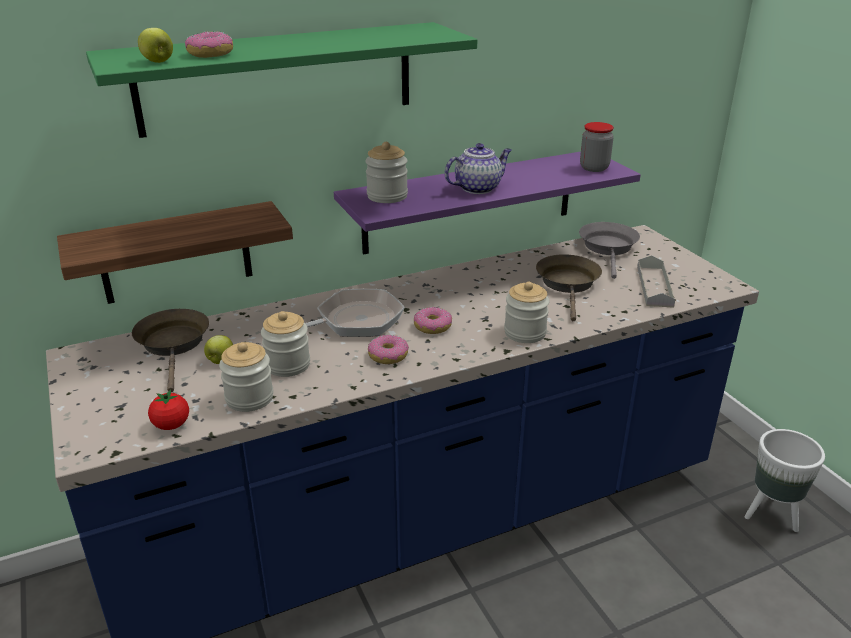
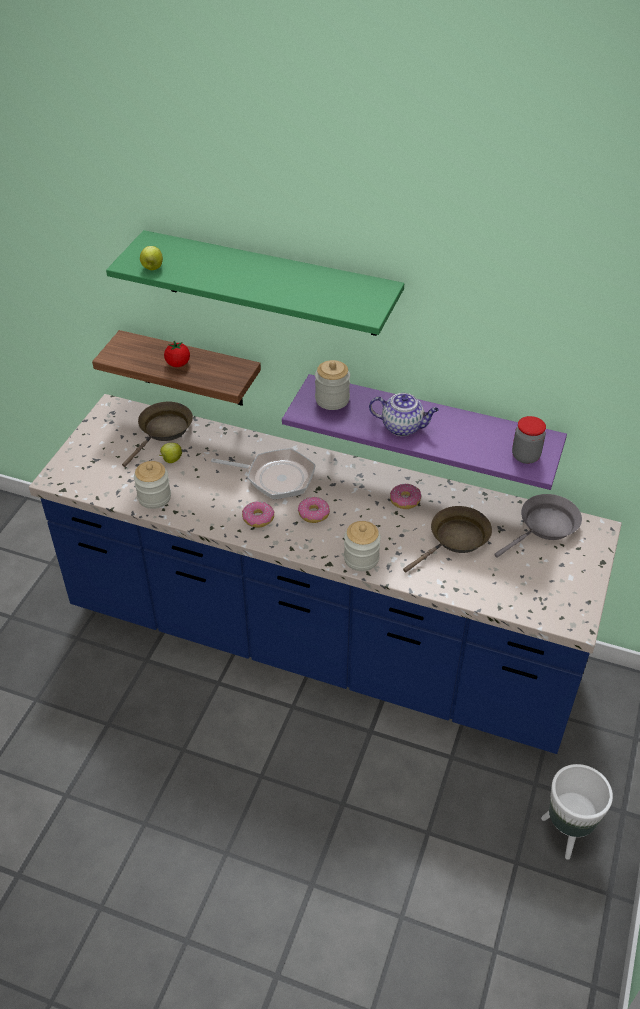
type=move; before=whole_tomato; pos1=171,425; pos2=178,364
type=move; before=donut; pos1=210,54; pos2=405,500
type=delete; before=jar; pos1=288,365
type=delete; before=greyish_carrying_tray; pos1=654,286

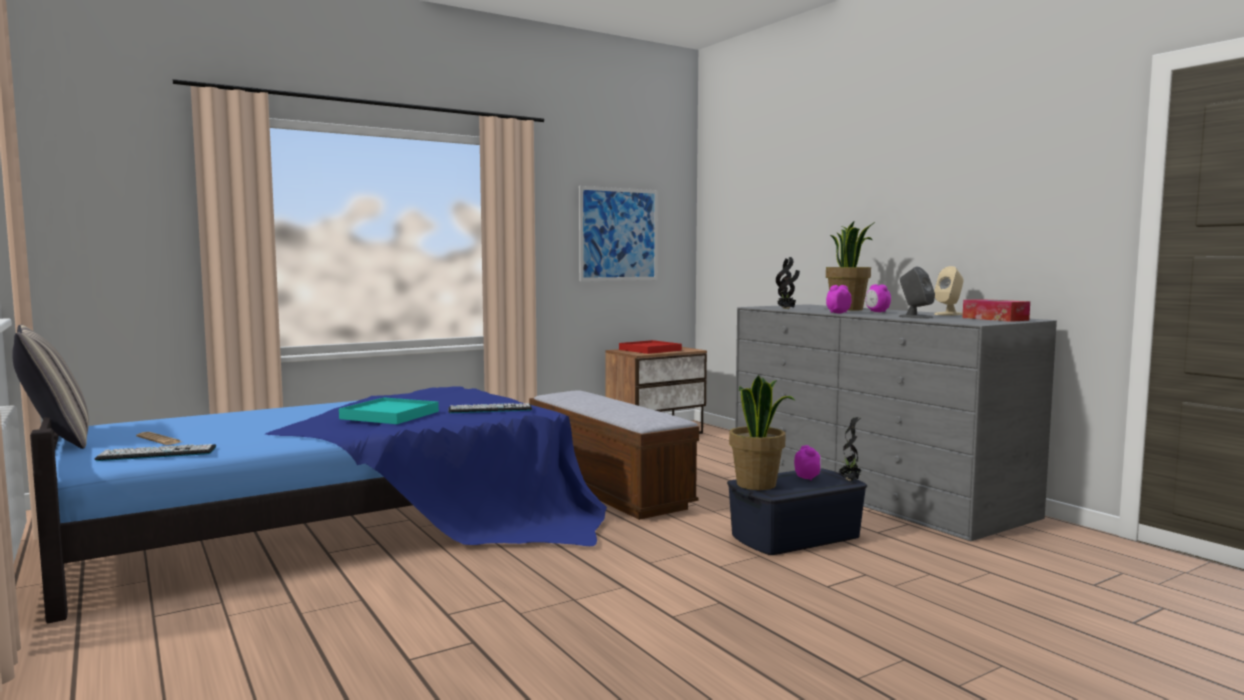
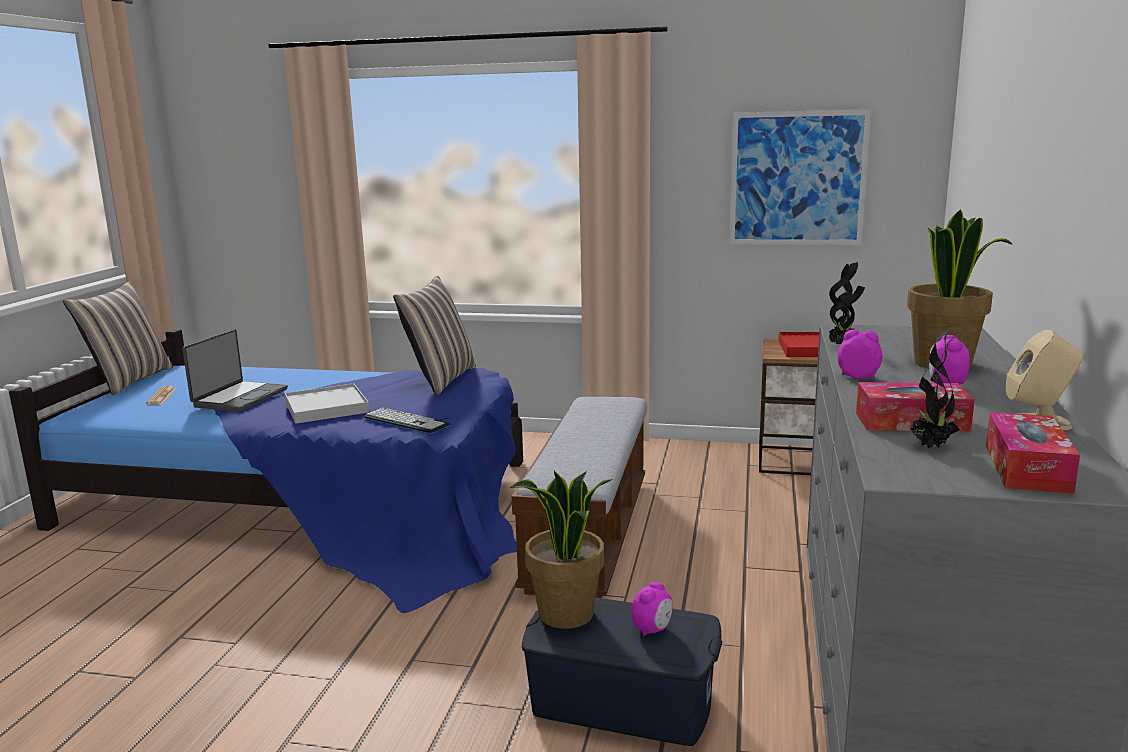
type=delete; before=keyboard; pos1=157,454
type=recolor; before=blue-green_carrying_tray; after=white_carrying_tray; pos1=390,415; pos2=327,407
type=move; before=houseplant; pos1=850,481; pos2=930,447
type=replace; before=greyish_loudspeaker; after=tissue_holder; pos1=915,317; pos2=911,422
type=insert; after=laptop; pos2=239,398
type=insert; after=pillow; pos2=440,379

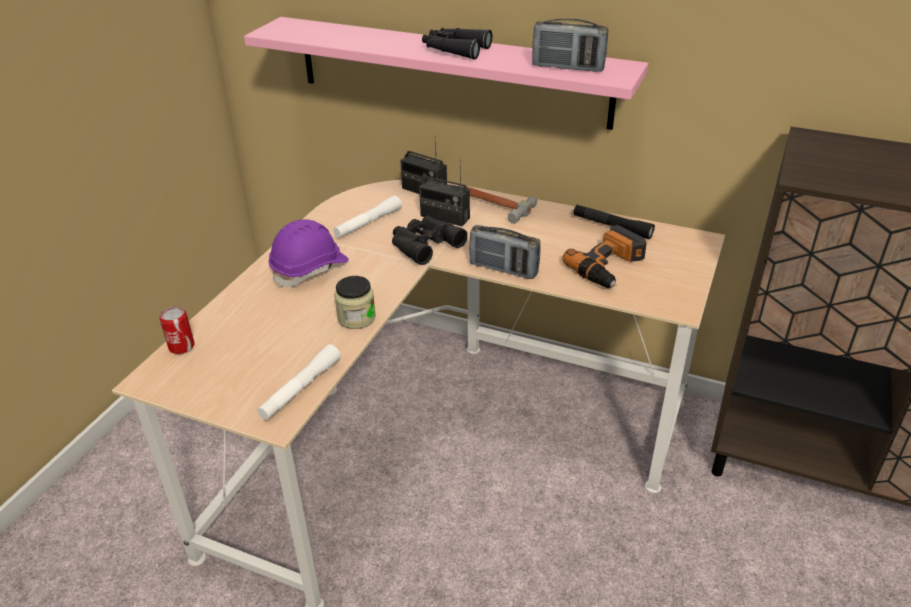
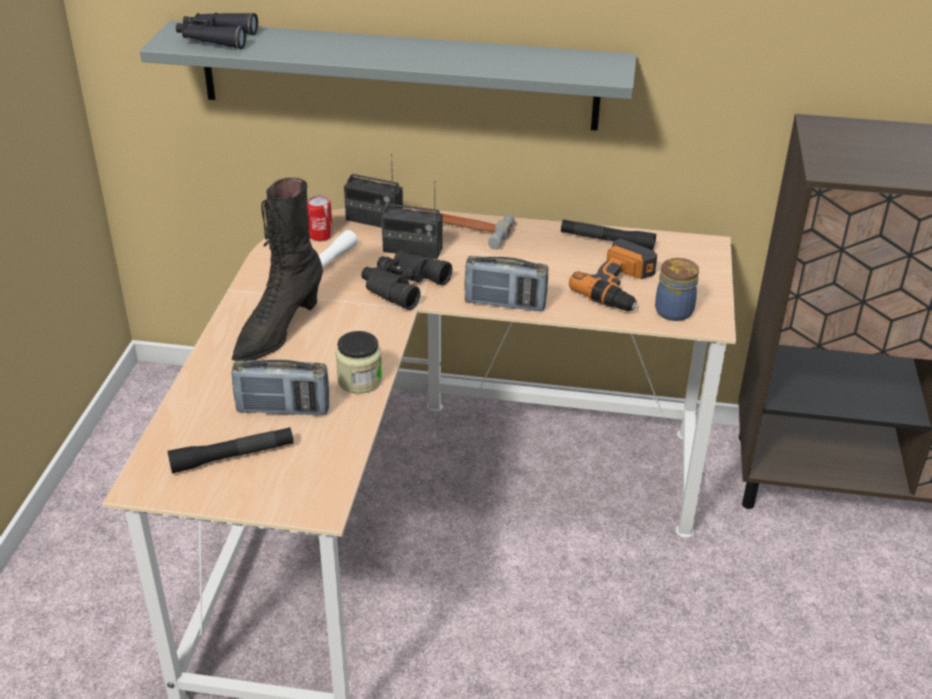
type=move; before=can; pos1=181,346; pos2=320,235
type=recolor; before=pink_wall_shelf; after=greyish_wall_shelf; pos1=450,71; pos2=398,75
type=delete; before=white_hand_torch; pos1=300,389
type=replace; before=purple-coloured_hard_hat; after=black_boot; pos1=310,269; pos2=278,331
type=move; before=black_binoculars; pos1=454,50; pos2=216,38
type=move; before=radio_set; pos1=567,67; pos2=283,409
type=insert; after=black_hand_torch; pos2=232,457
type=insert; after=jar; pos2=674,310

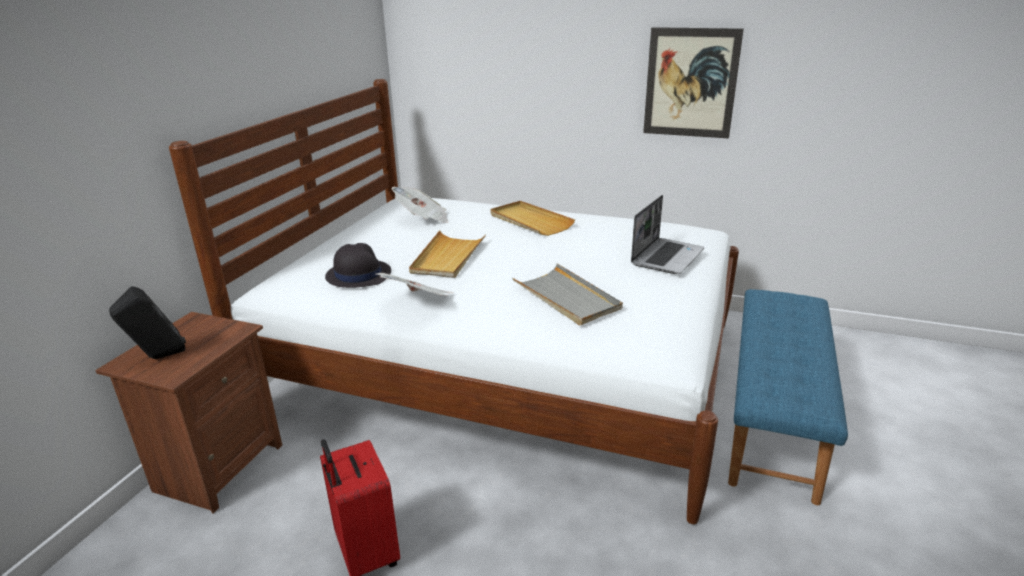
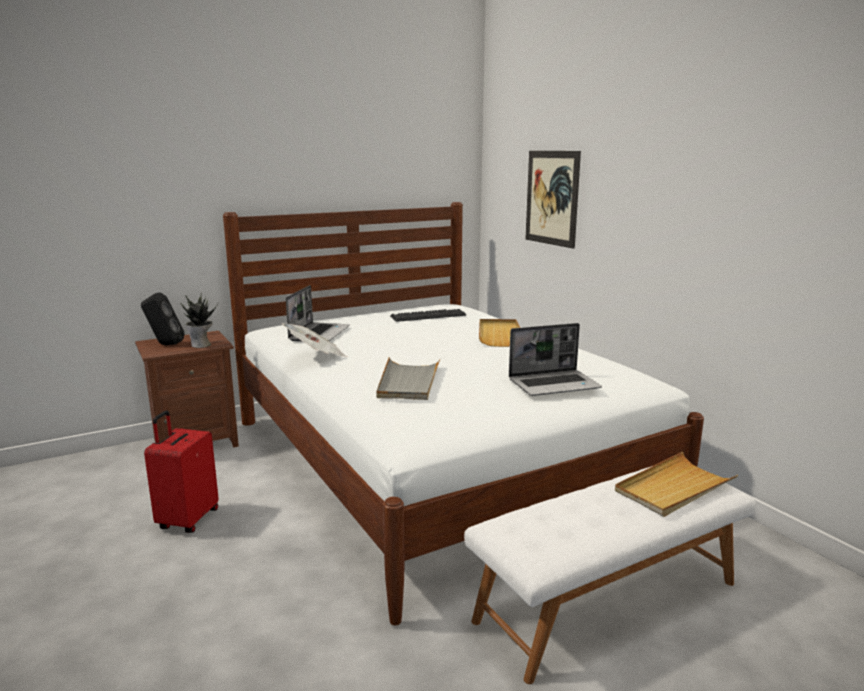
type=replace; before=black_hat; after=laptop; pos1=358,274; pos2=319,333
type=replace; before=daily_paper; after=keyboard; pos1=423,219; pos2=428,316
type=move; before=beige_carrying_tray; pos1=448,257; pos2=673,488
type=move; before=picture; pos1=690,83; pos2=552,198
type=recolor; before=blue_bench; after=white_bench; pos1=772,417; pos2=607,600
type=insert; after=houseplant; pos2=201,345

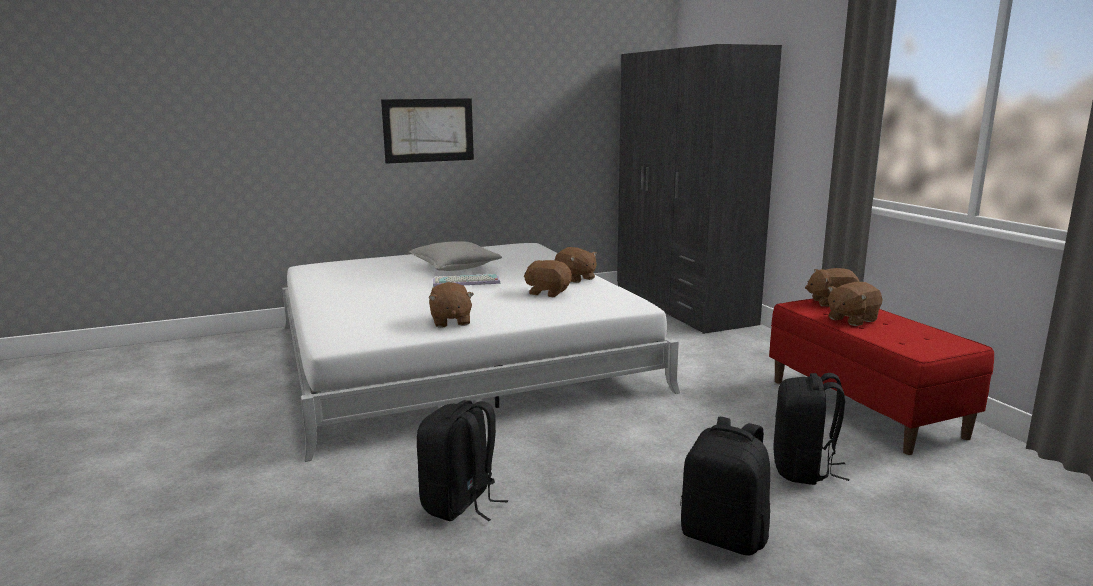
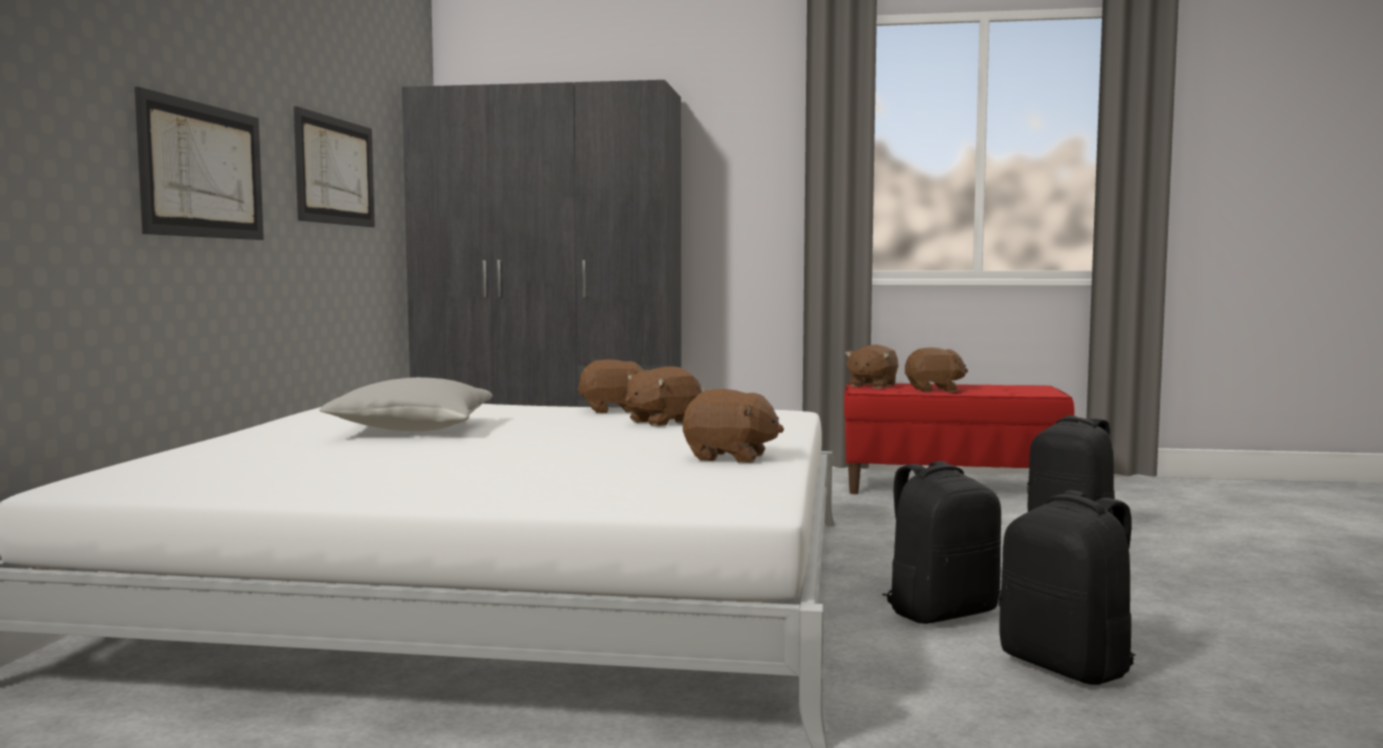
type=delete; before=keyboard; pos1=465,282
type=move; before=black_backpack; pos1=724,536; pos2=940,612
type=rotate; before=brownish_soft_toy; pos1=851,319; pos2=934,390; turn=-90
type=insert; after=picture; pos2=336,171

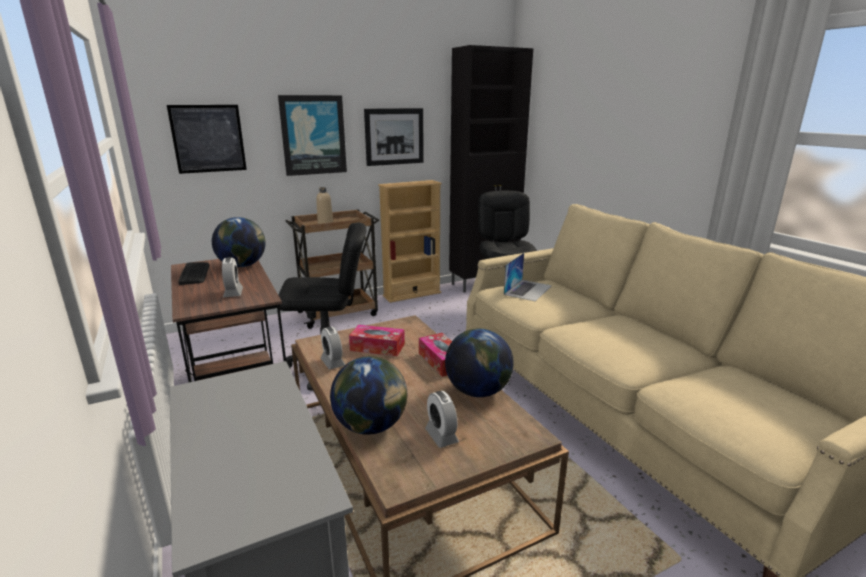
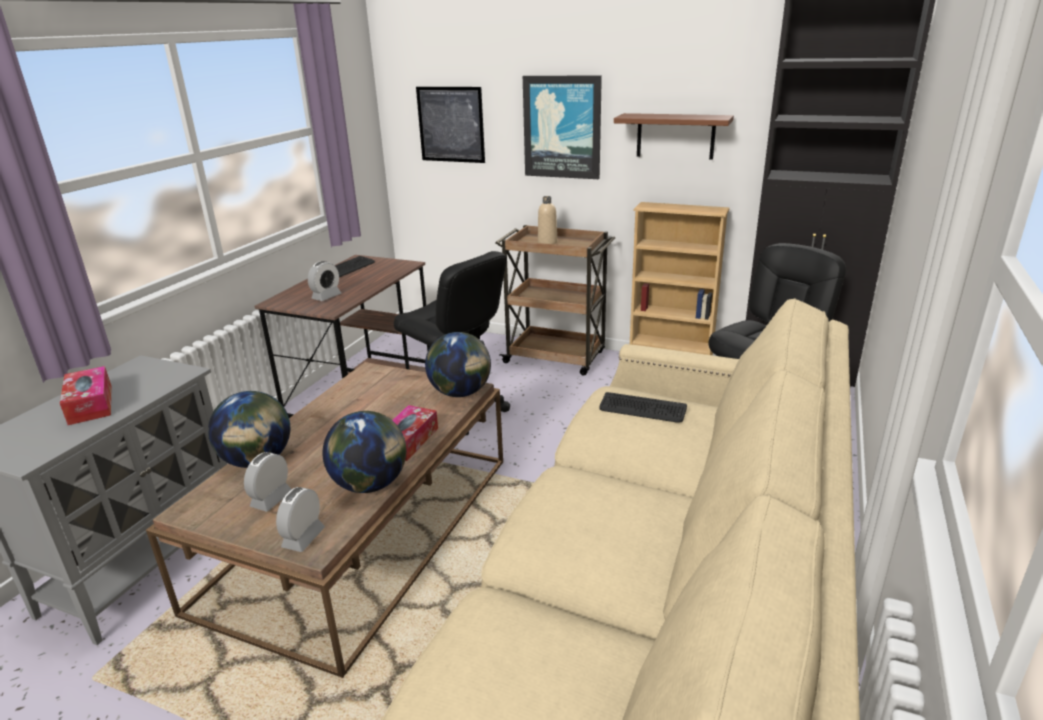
type=move; before=world_globe; pos1=243,265; pos2=460,393
type=move; before=bedside_clock; pos1=333,362; pos2=303,538
type=move; before=tissue_holder; pos1=377,347; pos2=90,404
type=replace; before=picture; after=brownish_wall_shelf; pos1=394,136; pos2=675,136
type=replace; before=laptop; after=keyboard; pos1=528,290; pos2=642,409

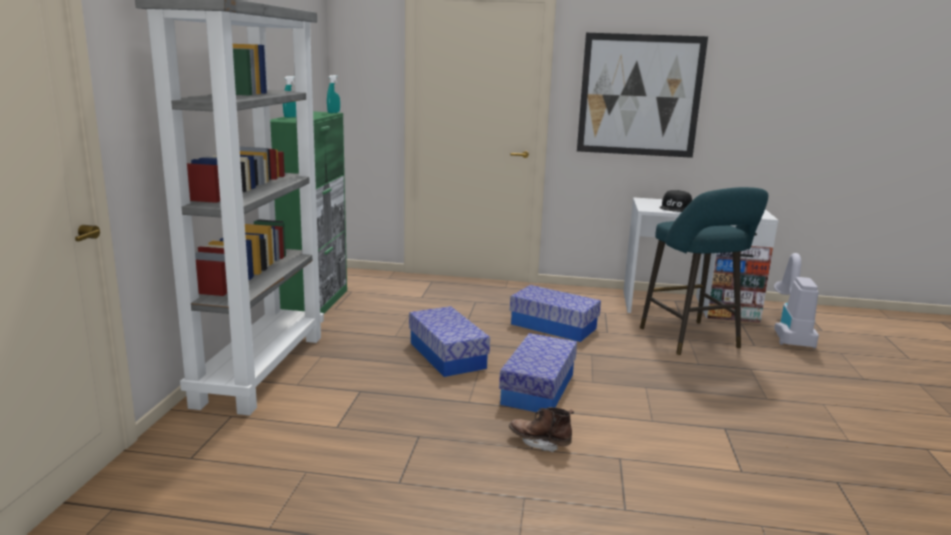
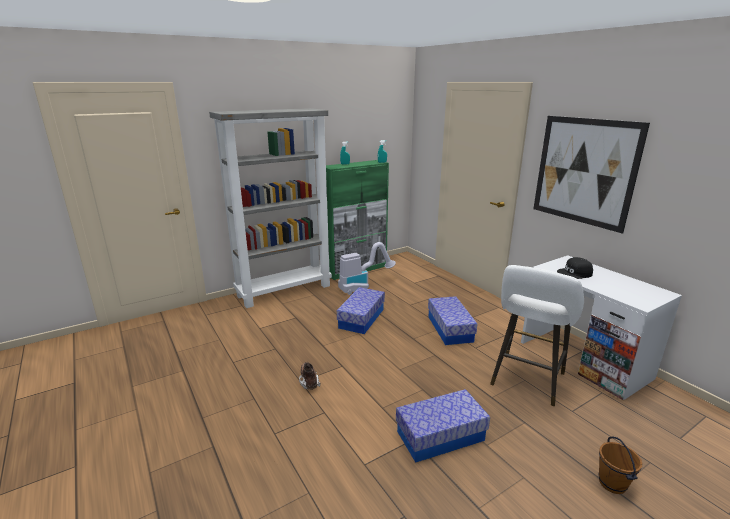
type=move; before=storage_container; pos1=538,388; pos2=440,436
type=recolor; before=blue-green_stool; after=white_stool; pos1=692,340; pos2=526,381
type=move; before=hoover; pos1=789,333; pos2=363,286
type=insert; after=brownish_water_bucket; pos2=612,483

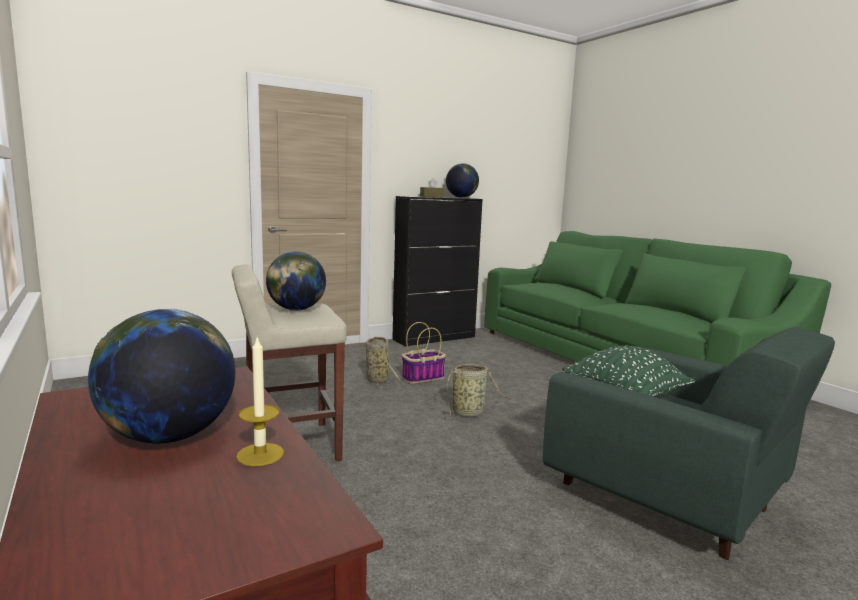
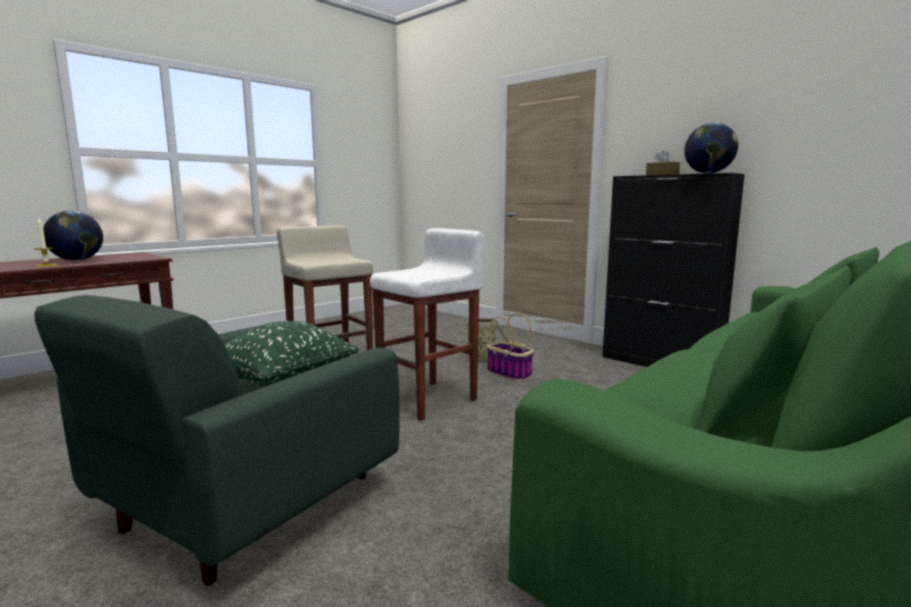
type=delete; before=world_globe; pos1=296,310
type=replace; before=storage_basket; after=white_stool; pos1=470,413; pos2=429,400

